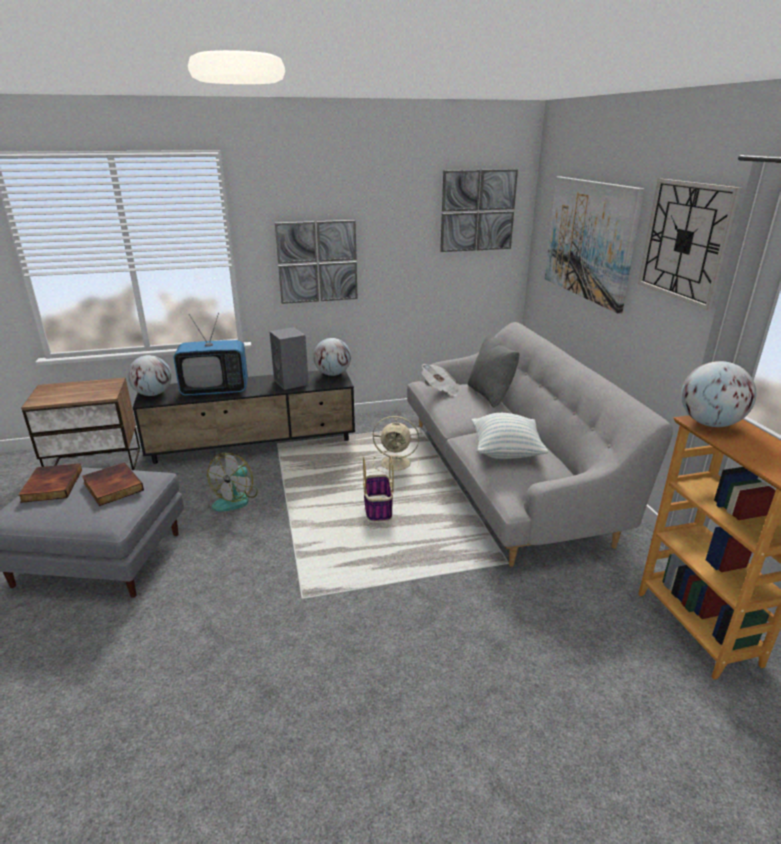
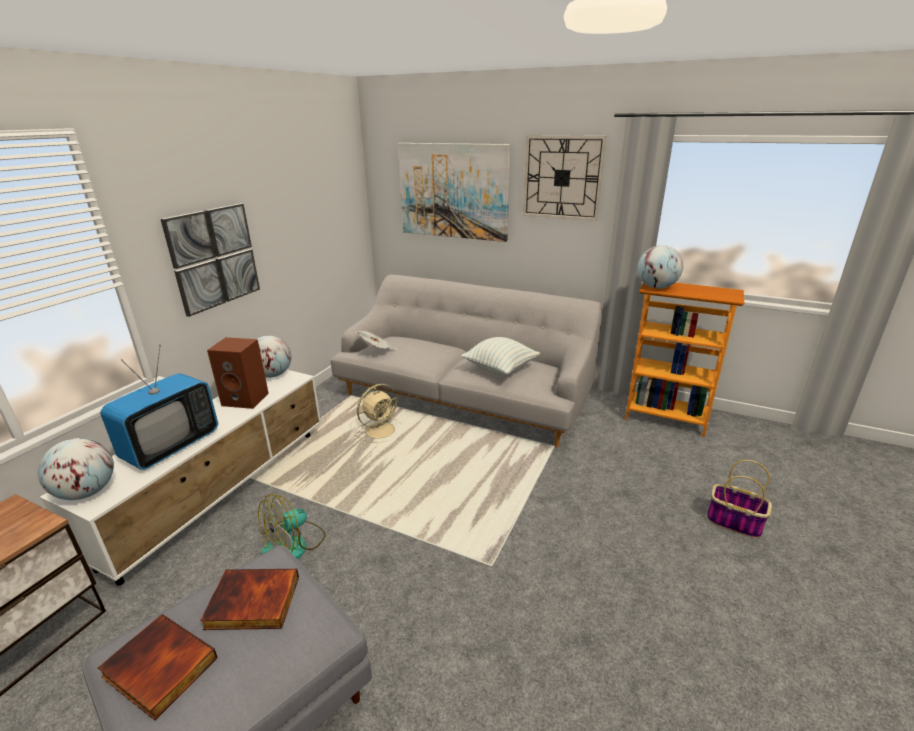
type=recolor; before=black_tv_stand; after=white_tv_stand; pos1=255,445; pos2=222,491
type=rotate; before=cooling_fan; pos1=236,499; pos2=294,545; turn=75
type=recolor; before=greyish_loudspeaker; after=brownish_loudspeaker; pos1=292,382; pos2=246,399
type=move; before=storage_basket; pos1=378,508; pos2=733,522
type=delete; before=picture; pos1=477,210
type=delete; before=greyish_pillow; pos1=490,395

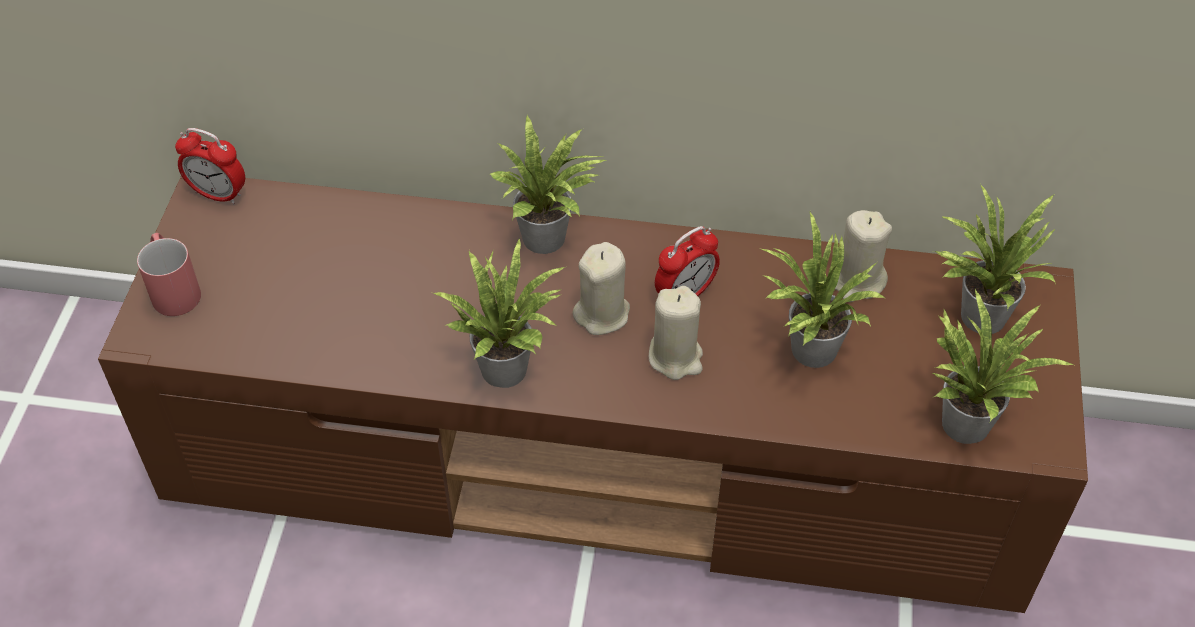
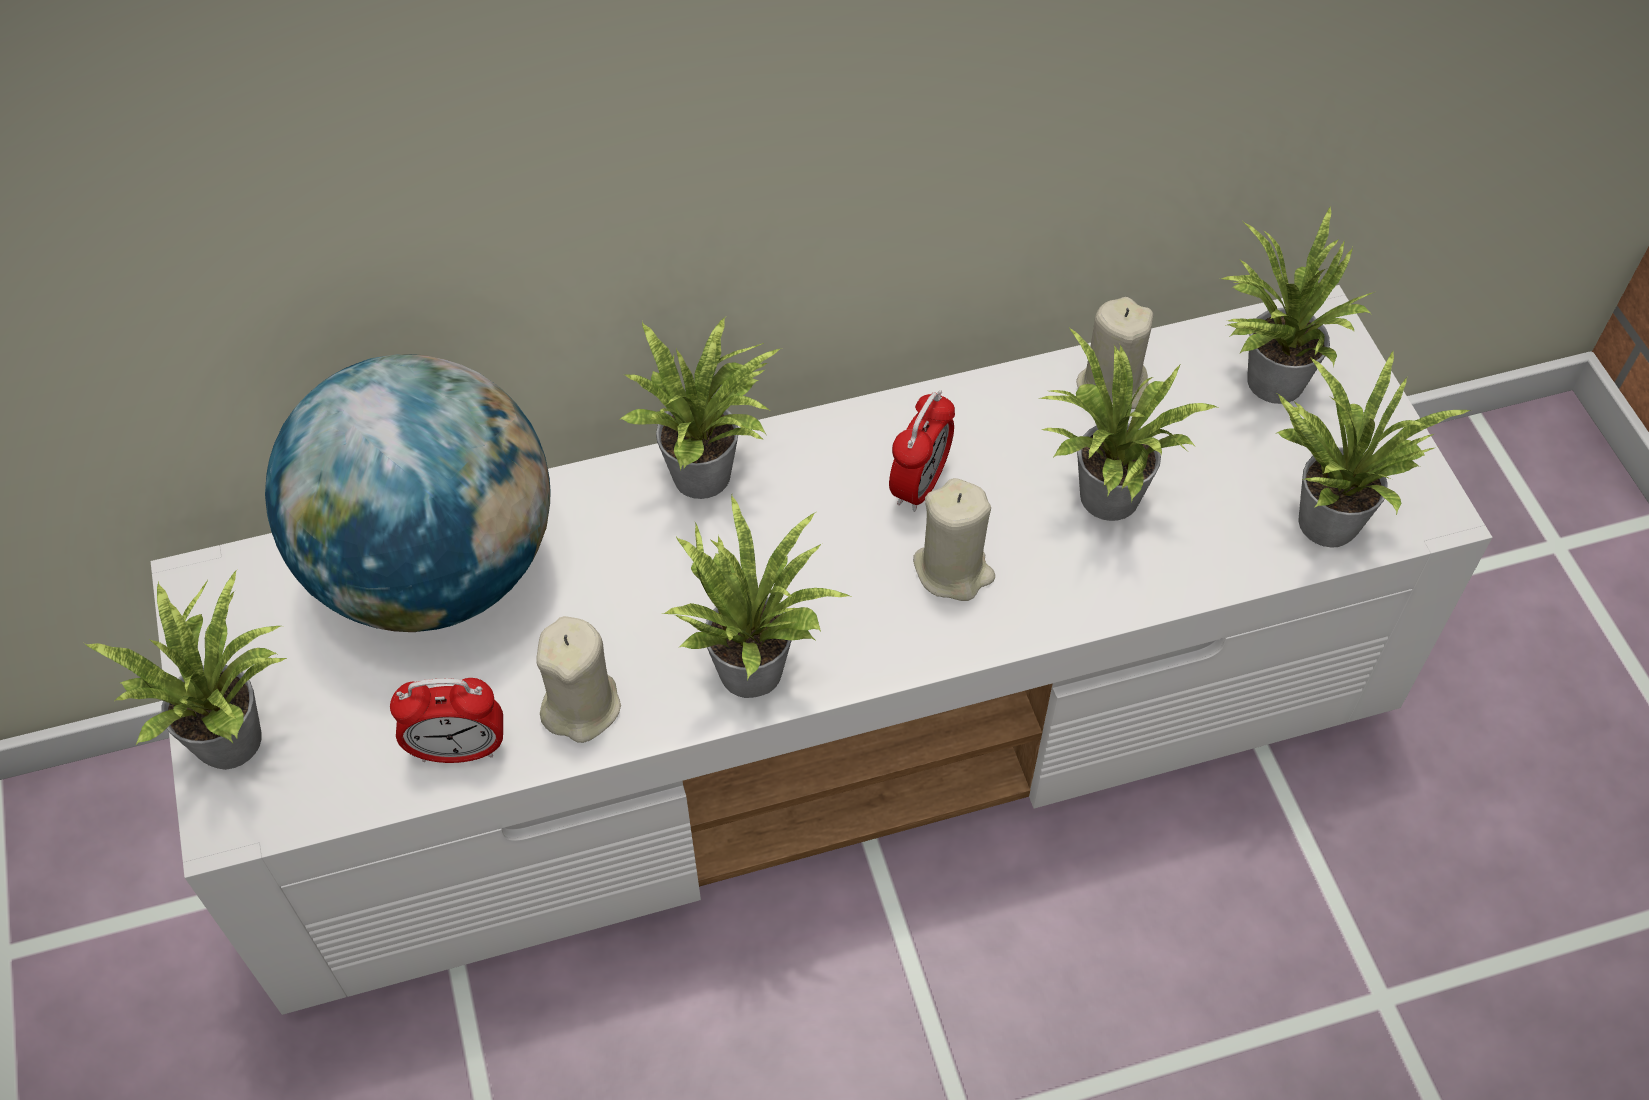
type=recolor; before=brownish_tv_stand; after=white_tv_stand; pos1=603,463; pos2=830,725
type=replace; before=reddish_tea_mug; after=houseplant; pos1=173,288; pos2=236,734
type=move; before=bedside_clock; pos1=218,194; pos2=459,750
type=move; before=beige_wax_light; pos1=602,314; pos2=581,706
type=insert; after=world_globe; pos2=435,570

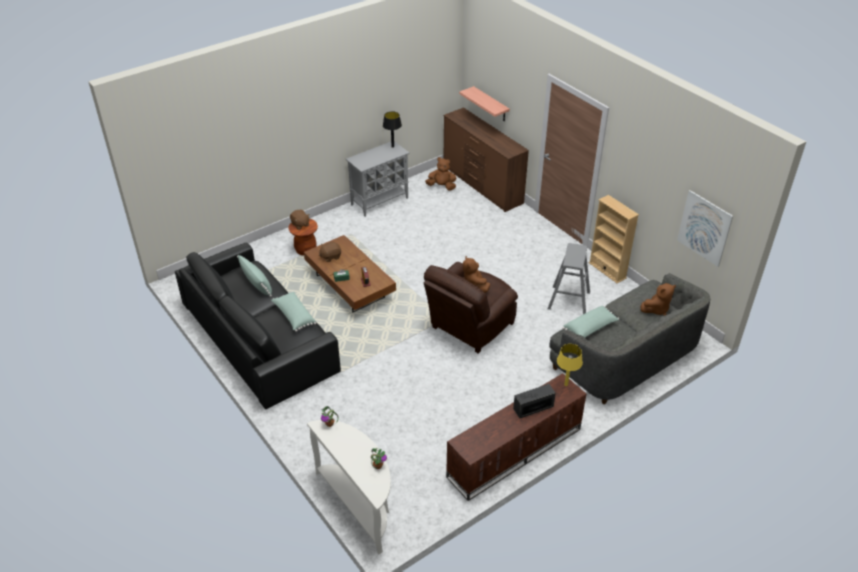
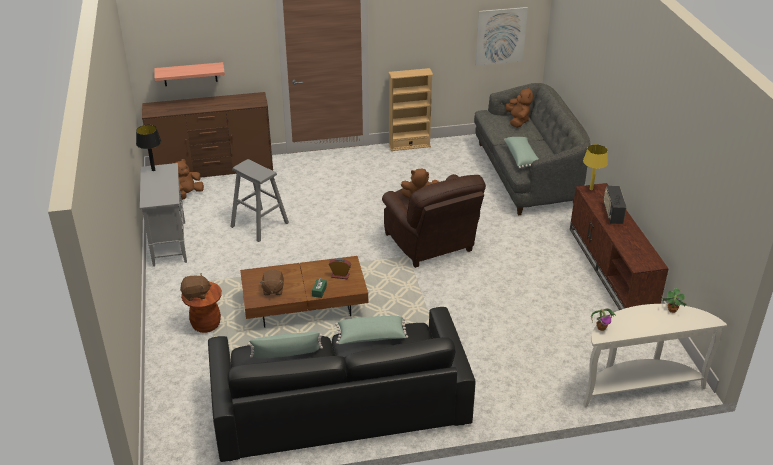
type=move; before=greyish_stool; pos1=569,300; pos2=260,225

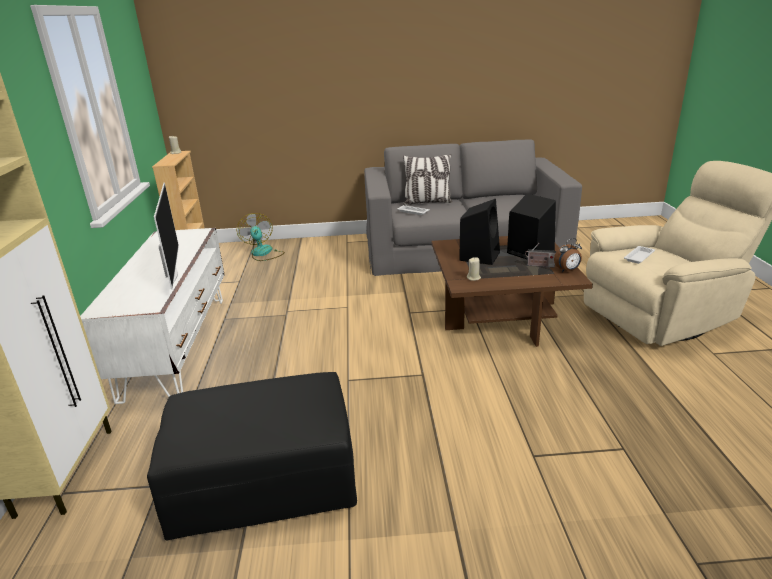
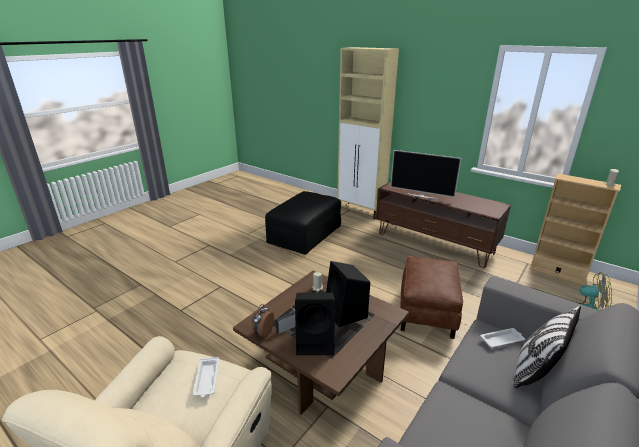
type=recolor; before=white_tv_stand; after=brownish_tv_stand; pos1=177,344; pos2=434,243
type=insert; after=brownish_ottoman; pos2=427,313

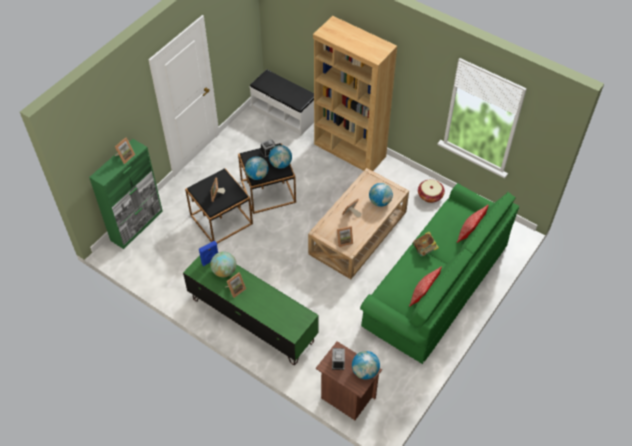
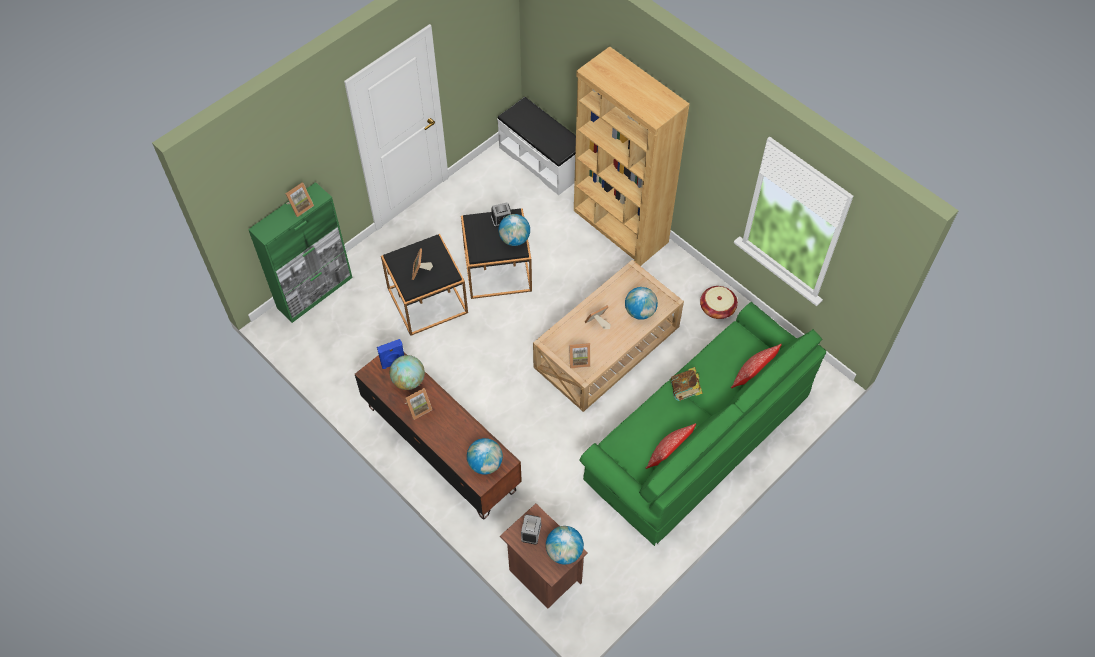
type=recolor; before=greenish_tv_stand; after=brownish_tv_stand; pos1=252,319; pos2=440,447
type=move; before=world_globe; pos1=257,175; pos2=485,464

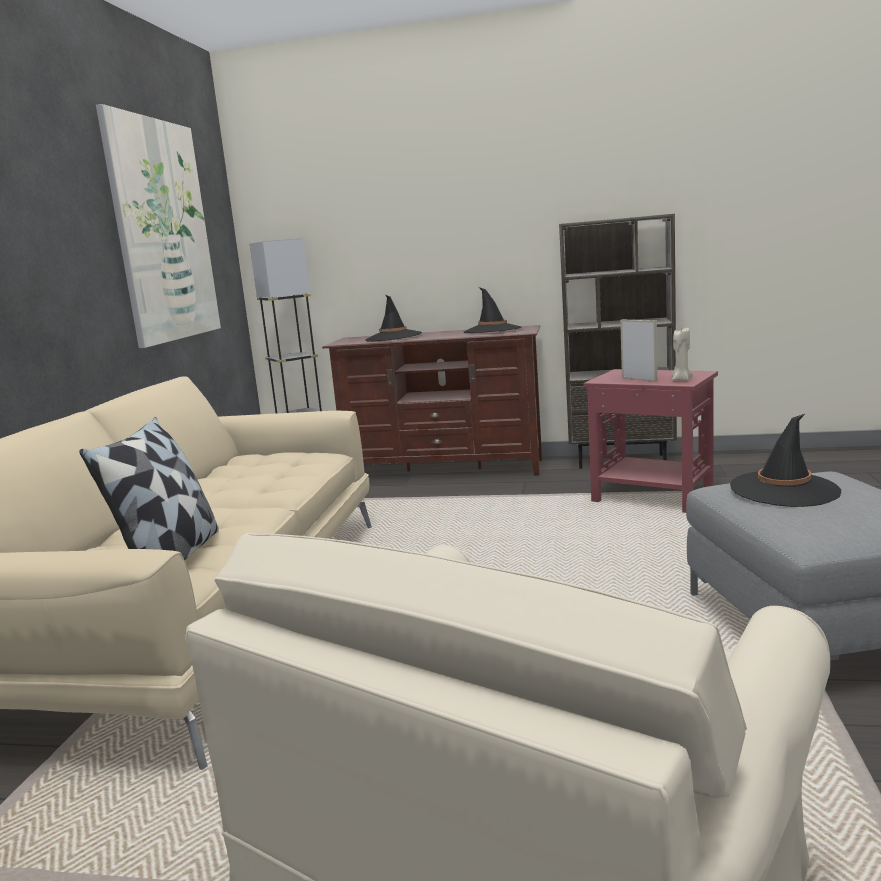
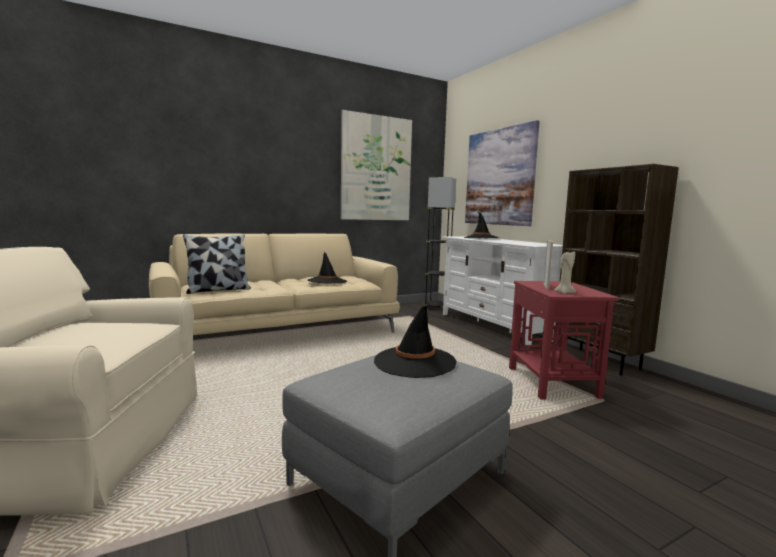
type=recolor; before=brownish_tv_stand; after=white_tv_stand; pos1=445,469; pos2=494,326
type=move; before=black_hat; pos1=492,331; pos2=327,281
type=insert; after=picture; pos2=499,177

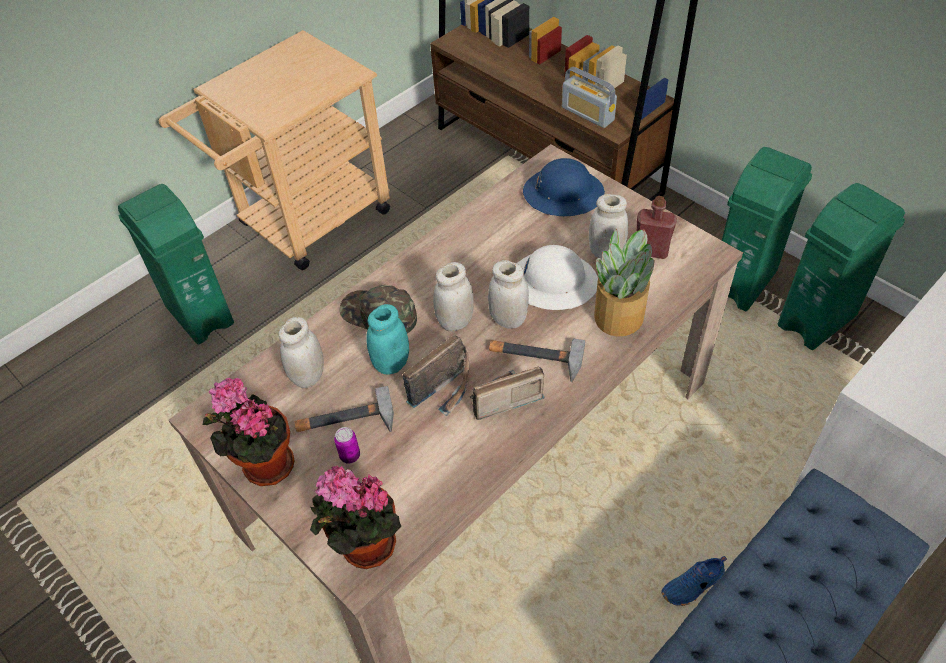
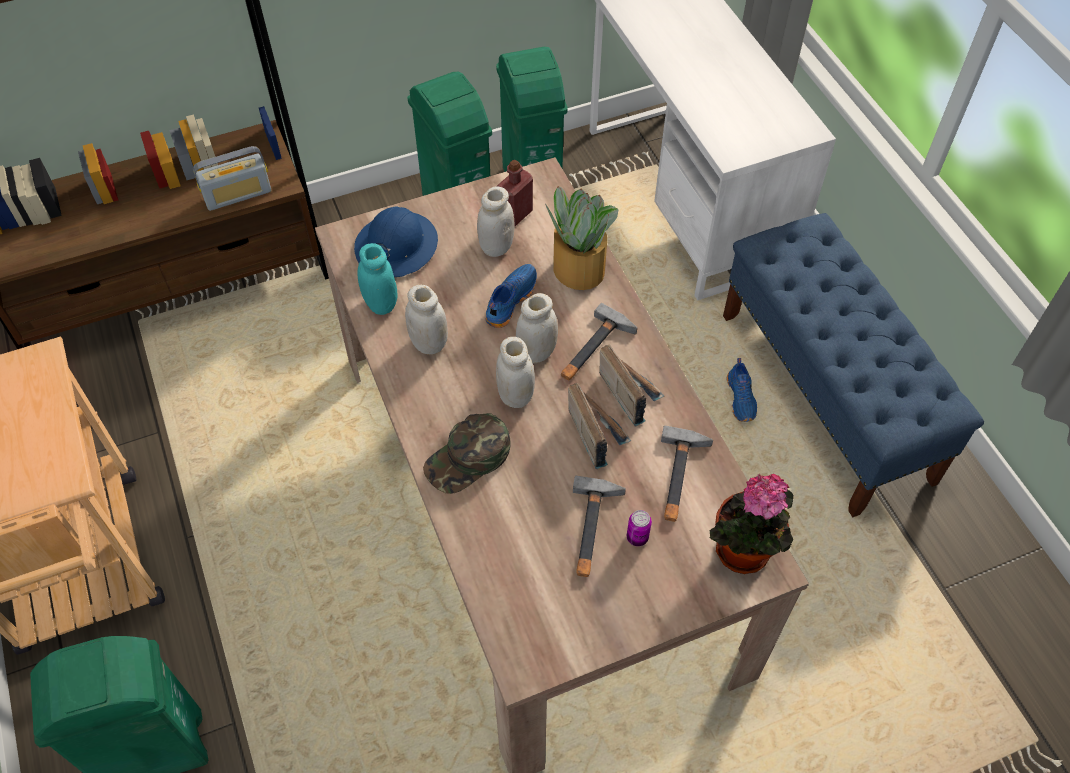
type=delete; before=houseplant; pos1=264,464
type=move; before=white_jar; pos1=308,376; pos2=429,343
type=move; before=blue-green_jar; pos1=391,363; pos2=381,304
type=rotate; before=radio_set; pos1=502,399; pos2=629,392; turn=150
type=replace; before=white_hard_hat; after=blue_item_of_footwear; pos1=553,282; pos2=509,300
type=insert; after=hand_hammer; pos2=680,478

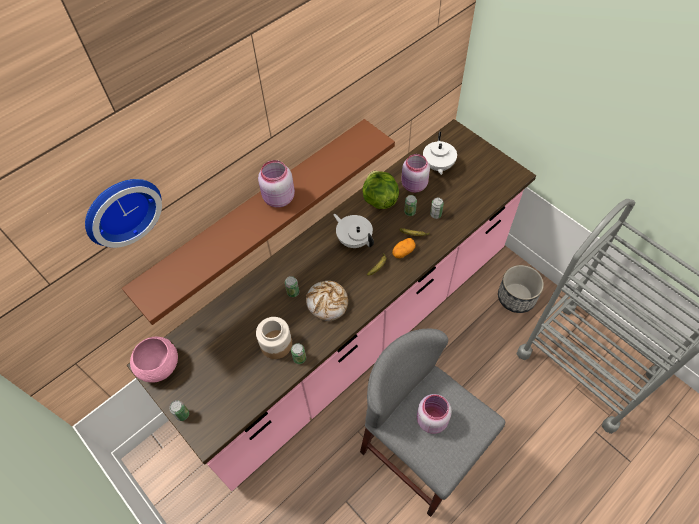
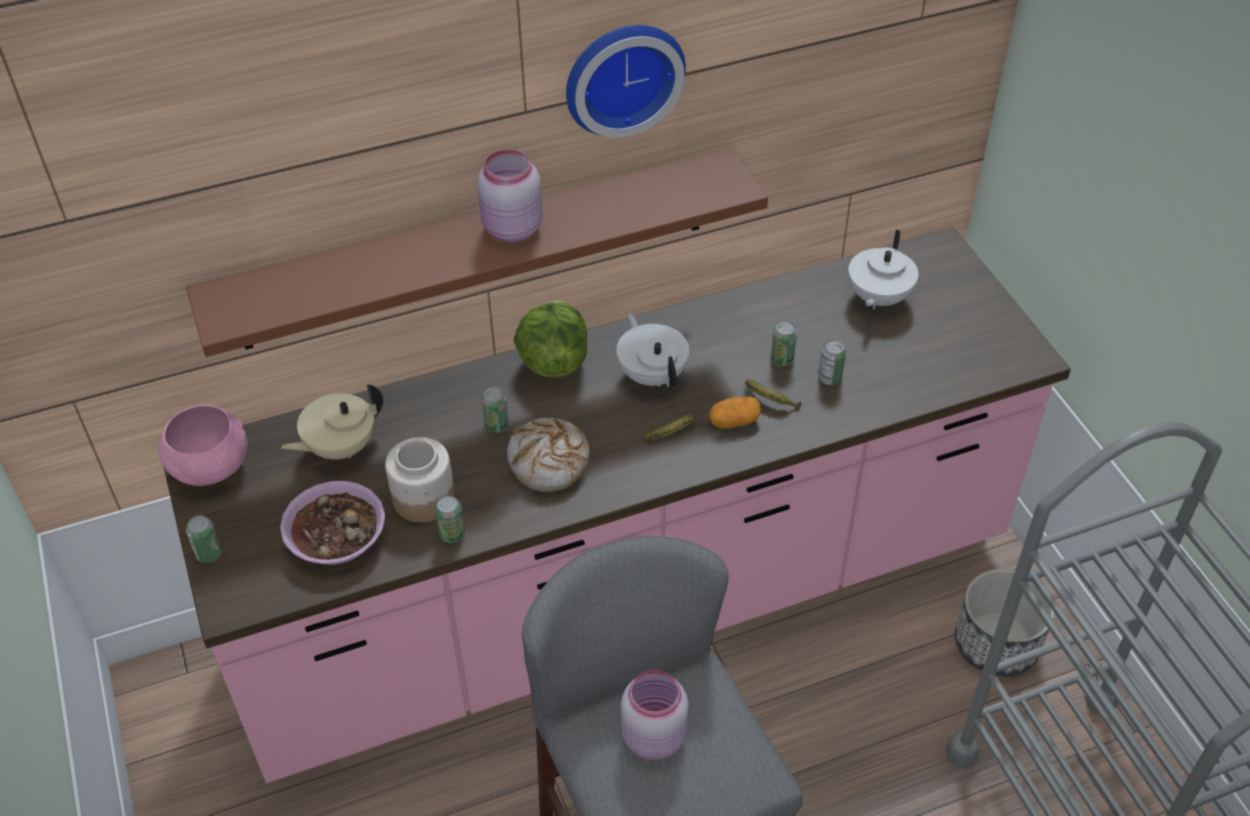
type=move; before=hanging_clock; pos1=120,209; pos2=621,75
type=move; before=lettuce_head; pos1=379,200; pos2=553,361
type=delete; before=pink_jar; pos1=414,186
type=insert; after=bowl; pos2=337,535
type=insert; after=beige_pot_for_tea; pos2=340,447

